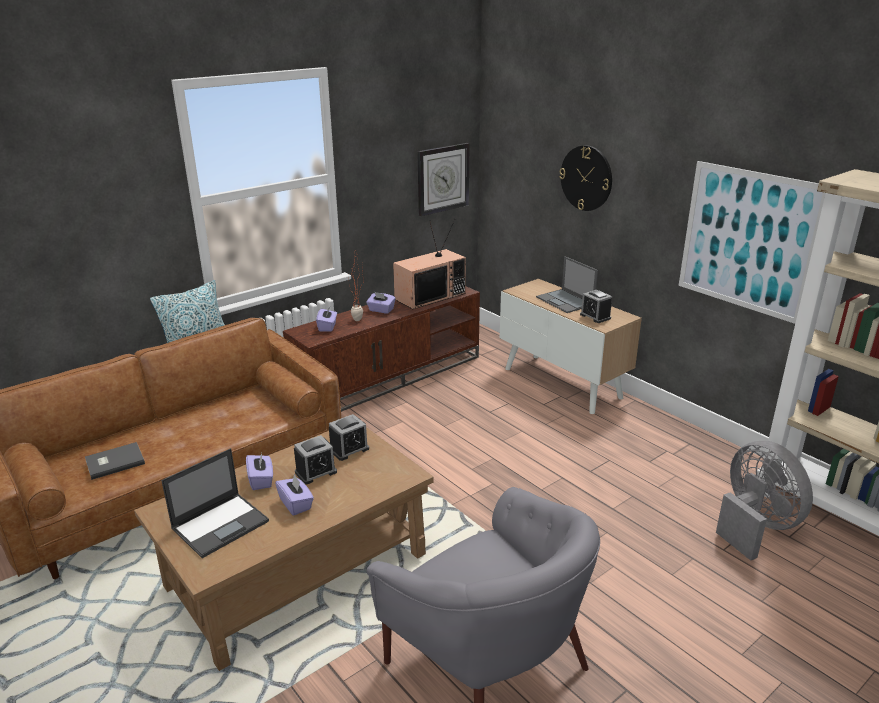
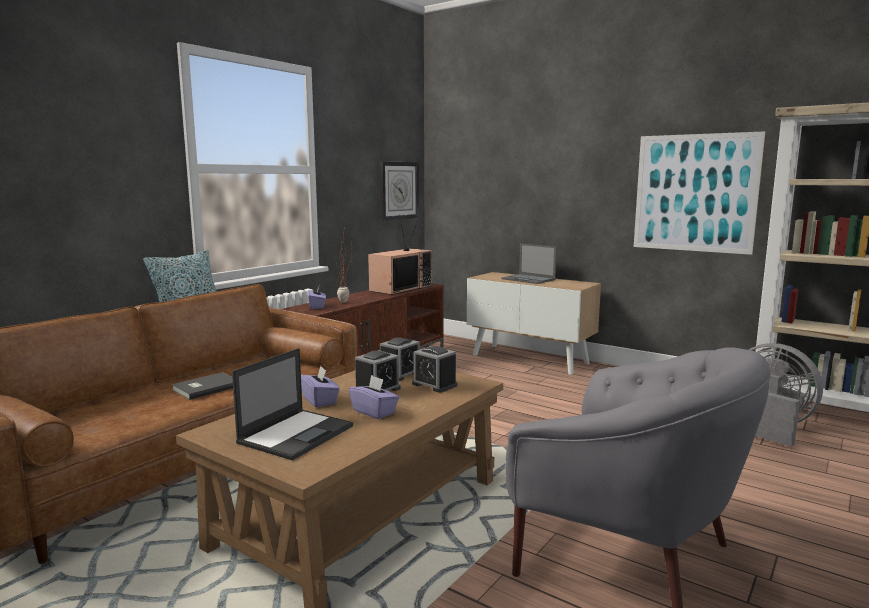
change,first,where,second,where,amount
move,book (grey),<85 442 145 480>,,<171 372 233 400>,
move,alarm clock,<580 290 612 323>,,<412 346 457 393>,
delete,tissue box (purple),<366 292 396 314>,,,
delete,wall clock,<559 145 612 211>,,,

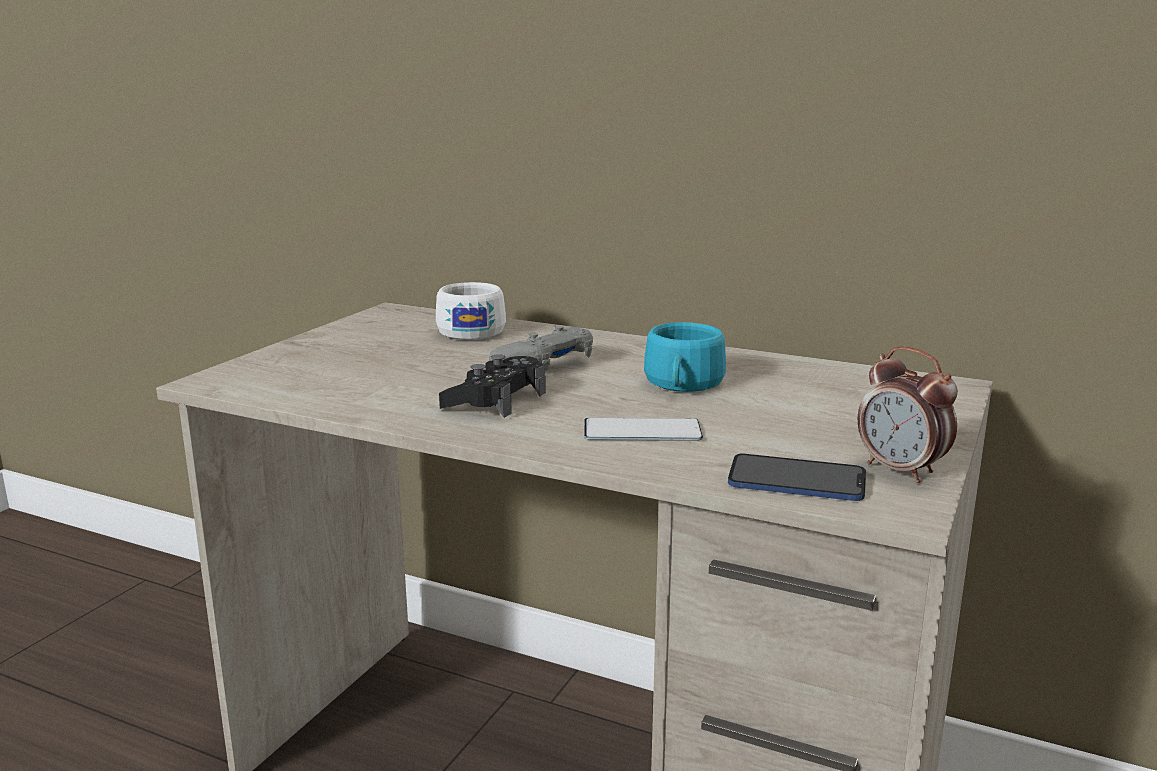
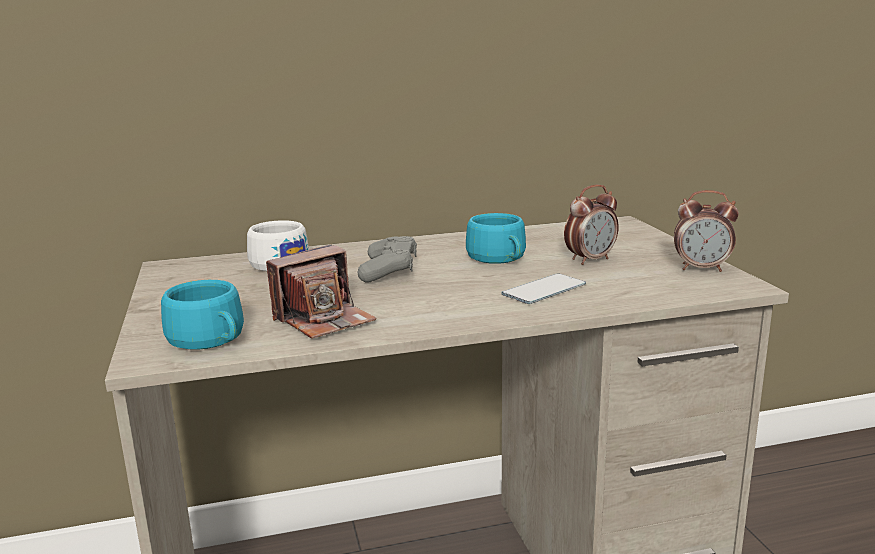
change,first,where,second,where,amount
insert,,,cup (turquoise),<161 280 244 350>,
insert,,,photo camera,<266 244 376 339>,
insert,,,alarm clock,<564 185 619 265>,
delete,game controller (black),<439 354 546 418>,,,
delete,phone,<728 453 866 501>,,,

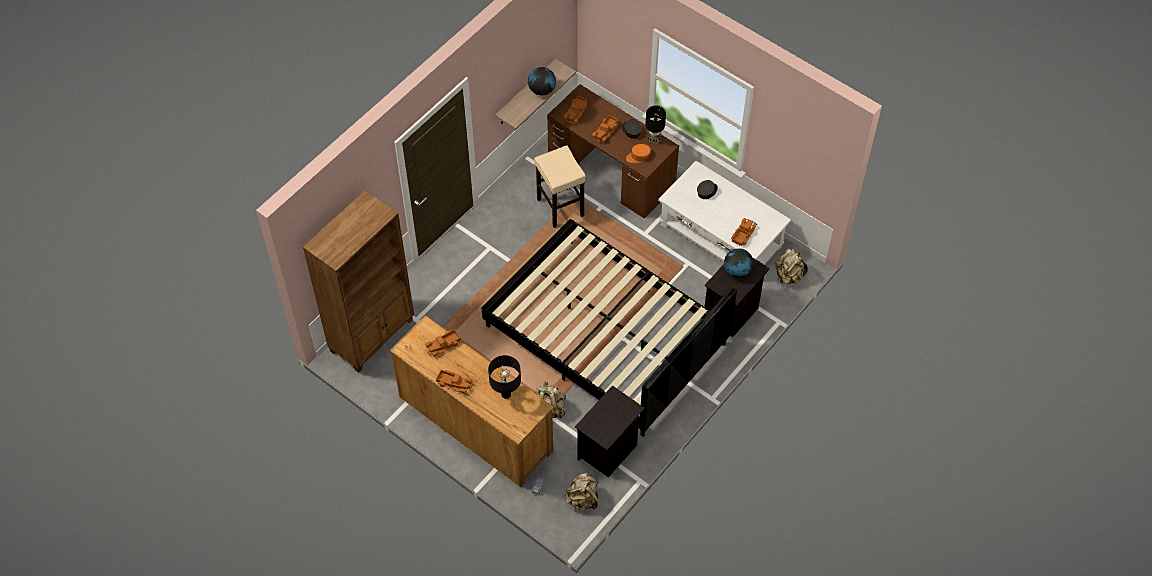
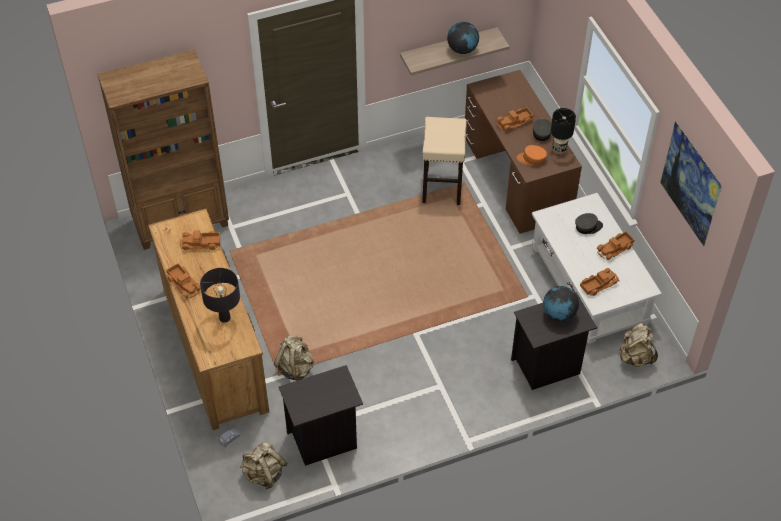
change,first,where,second,where,amount
move,toy truck,<563 96 588 123>,,<597 231 635 260>,
insert,,,picture,<660 121 722 246>,
delete,bed (black),<482 219 737 437>,,,

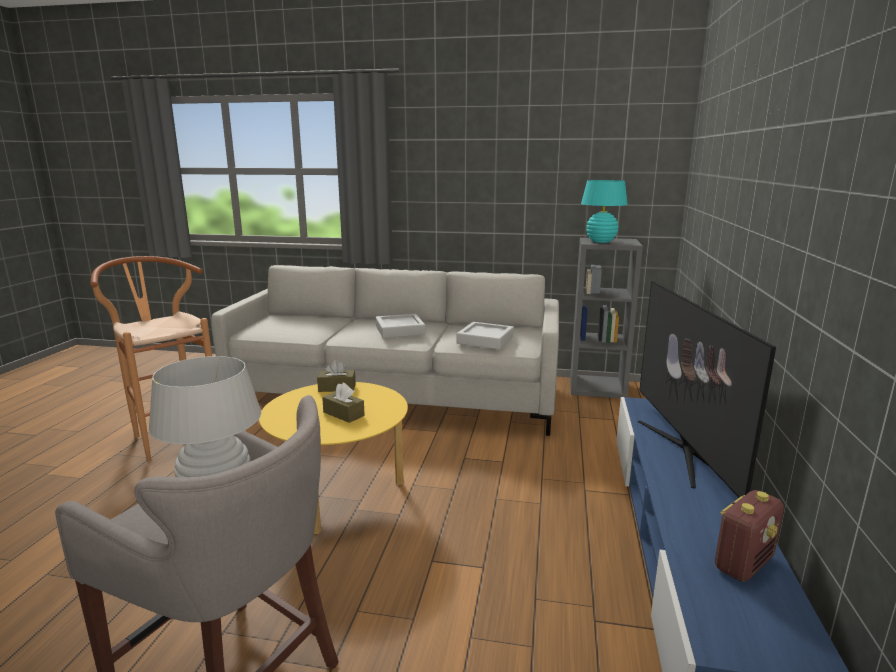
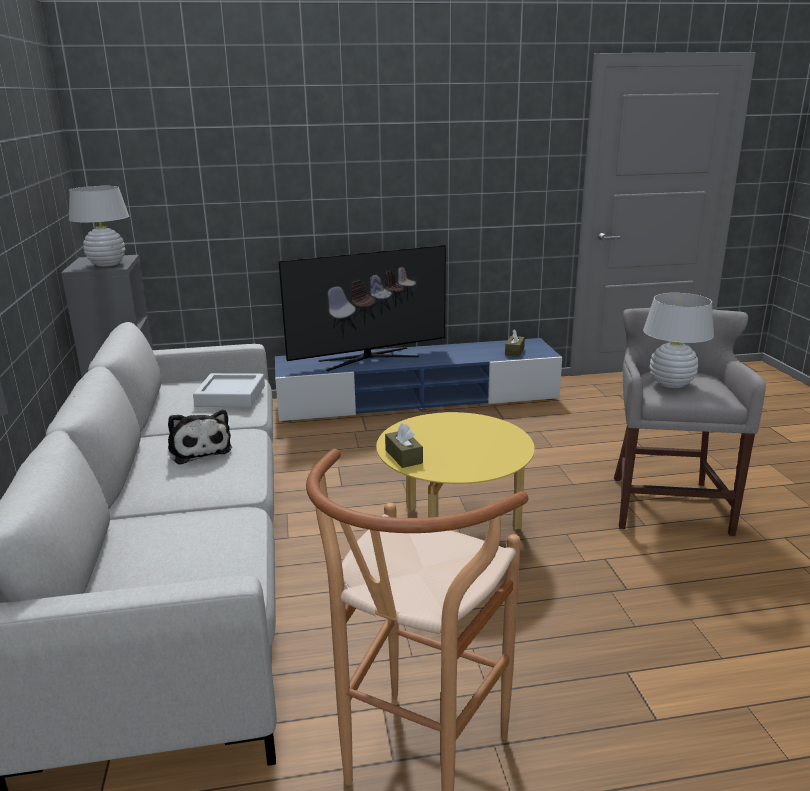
change,first,where,second,where,amount
recolor,table lamp (turquoise),<581 180 628 243>,table lamp (white),<69 186 129 267>,
replace,tray (grey),<376 314 425 338>,plush toy,<168 410 232 465>,
move,tissue box (brown),<322 383 365 423>,,<505 329 525 357>,
delete,radio,<715 490 784 582>,,,

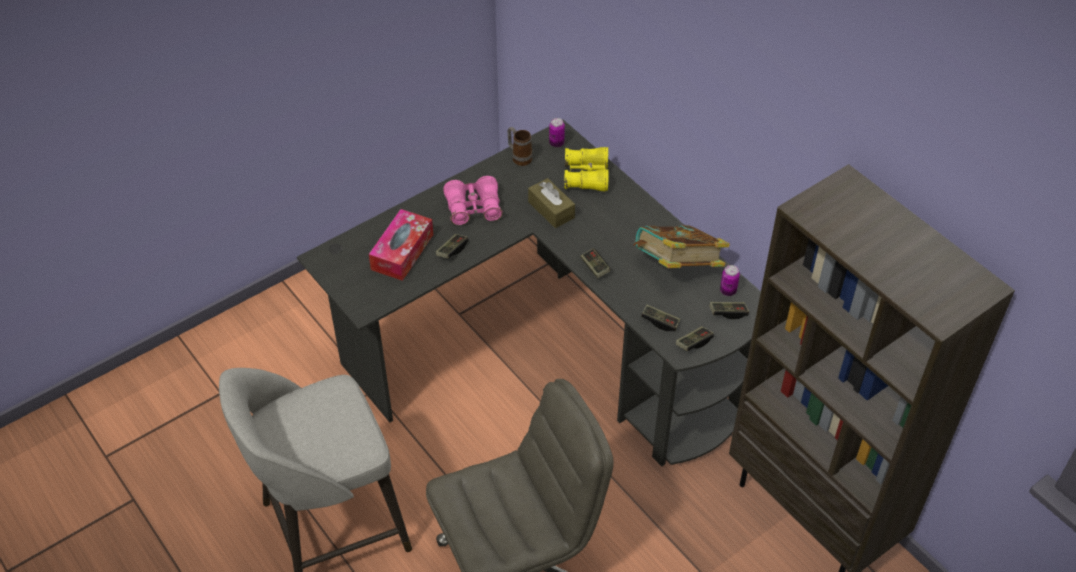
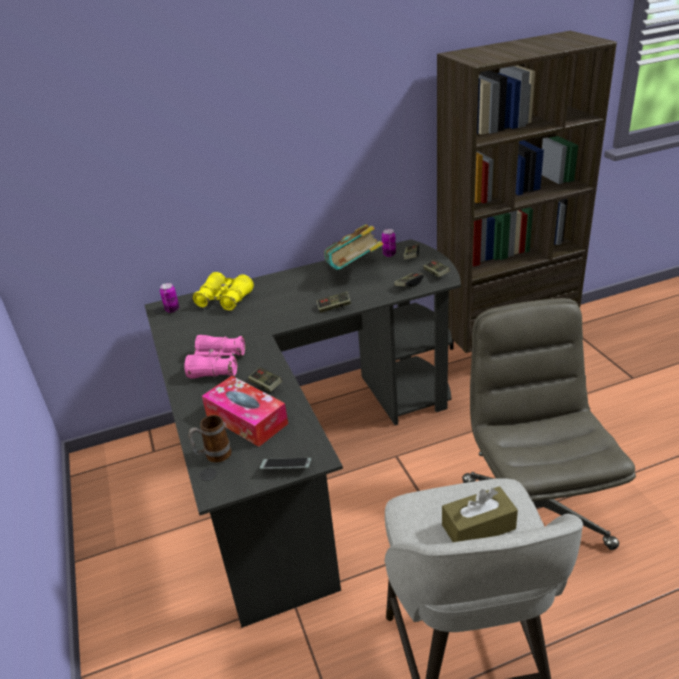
change,first,where,second,where,amount
move,mug,<507 127 532 166>,,<188 415 232 463>,
insert,,,phone,<259 458 311 469>,
move,tissue box (brown),<528 178 575 228>,,<442 486 518 542>,

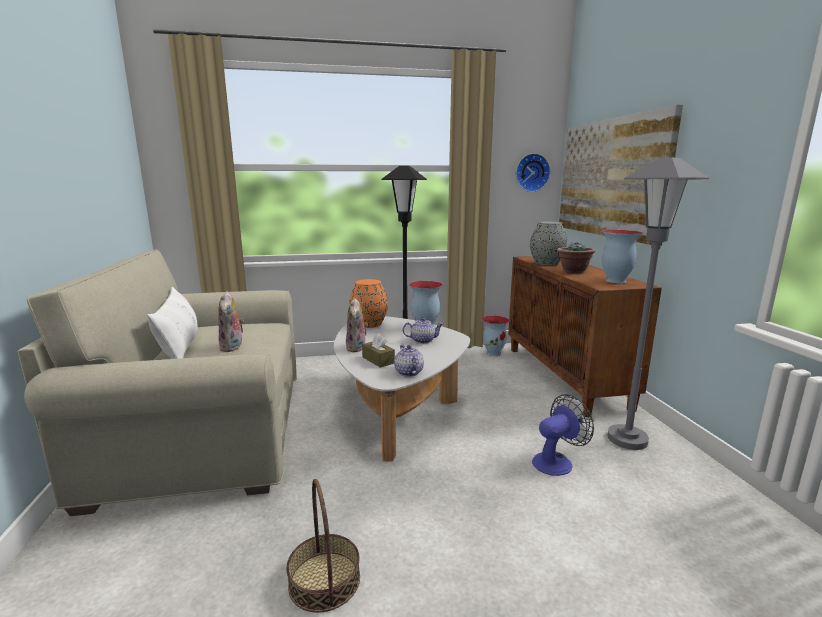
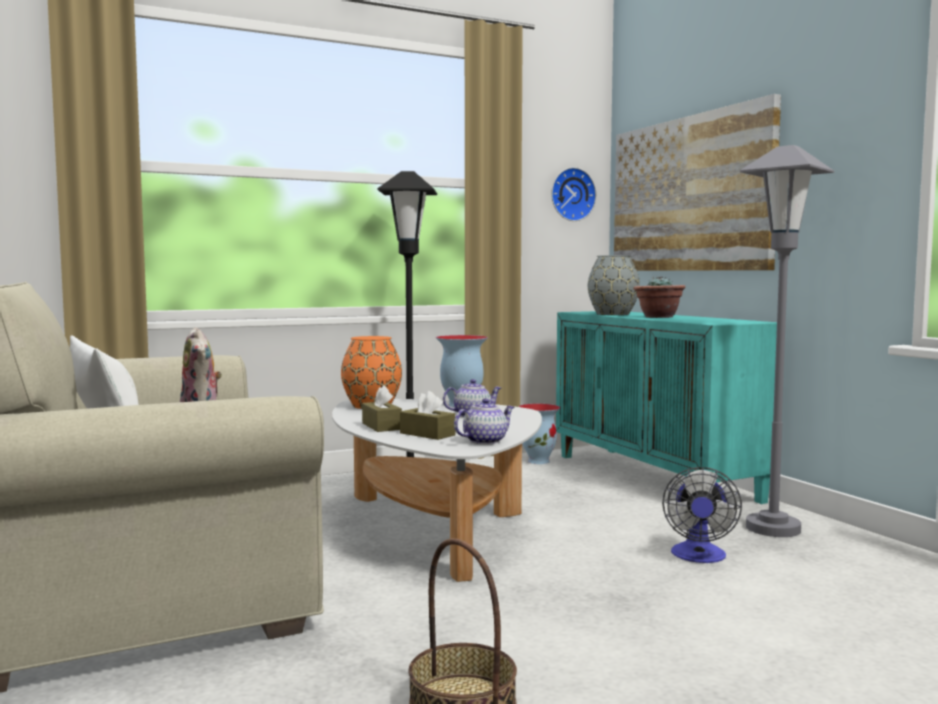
change,first,where,second,where,amount
replace,plush toy,<346 298 368 352>,tissue box (brown),<362 385 402 432>,
rotate,teapot,<394 345 424 377>,,<454 398 515 444>,90 degrees clockwise
recolor,cabinet (brown),<508 256 662 417>,cabinet (turquoise),<556 311 777 504>,
rotate,fan,<532 394 594 476>,,<662 467 742 563>,150 degrees clockwise
delete,vase,<602 230 643 283>,,,

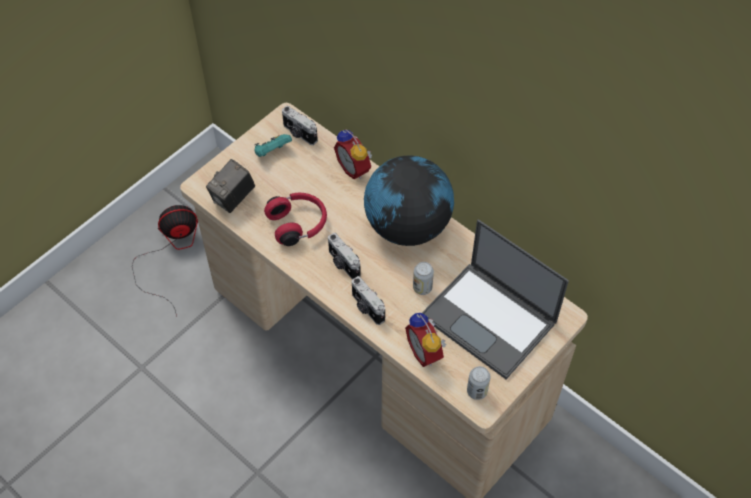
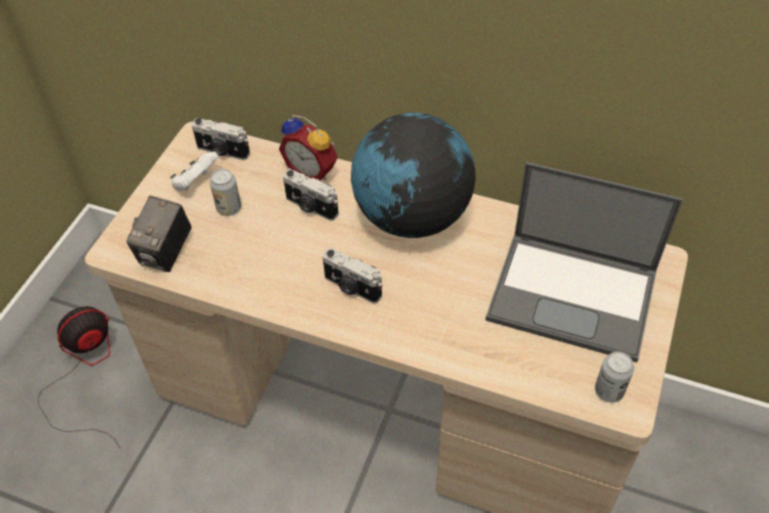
change,first,where,second,where,amount
recolor,game controller (turquoise),<255 134 292 157>,game controller (white),<170 151 219 191>,
move,can,<413 262 434 295>,,<210 169 241 216>,
move,photo camera,<352 276 385 325>,,<283 169 339 221>,
delete,headphones (red),<264 193 327 246>,,,
delete,alarm clock,<405 313 446 367>,,,

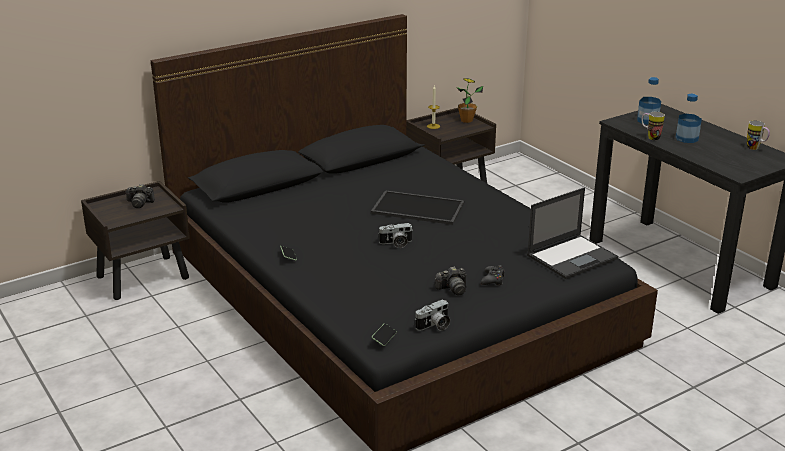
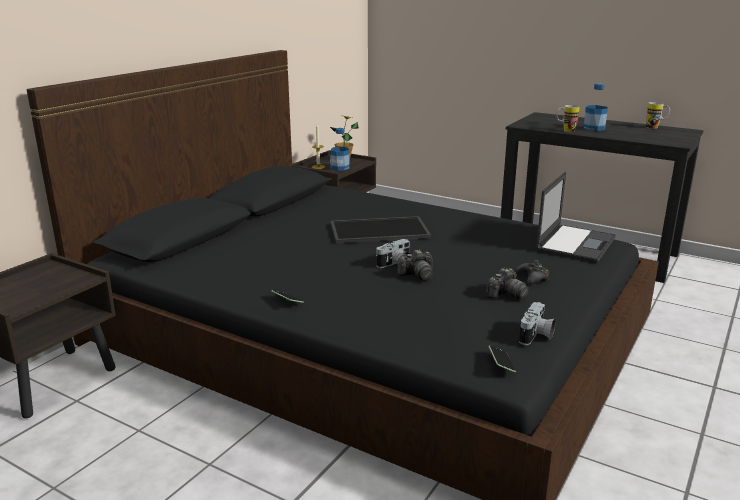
change,first,where,second,where,amount
move,bottle,<637 77 661 124>,,<330 128 349 171>,
move,photo camera,<125 184 155 208>,,<397 250 434 281>,

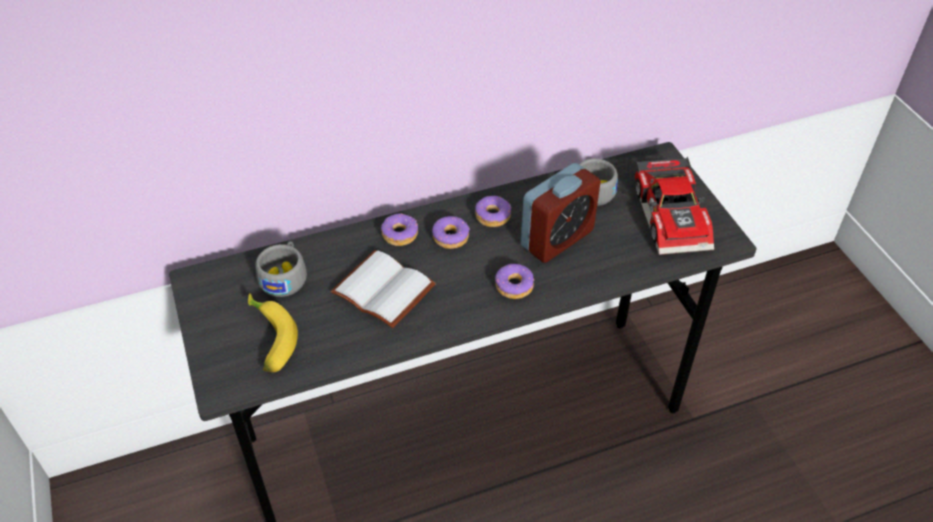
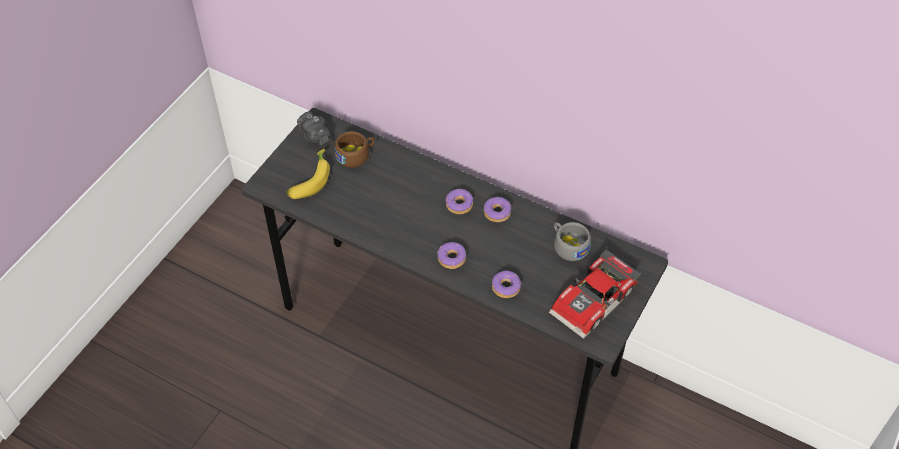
change,first,where,second,where,amount
insert,,,photo camera,<297 111 331 146>,
recolor,cup (grey),<255 241 307 297>,cup (brown),<335 131 375 168>,
move,donut,<381 214 418 246>,,<492 270 521 298>,
delete,book (white),<331 250 436 328>,,,
delete,alarm clock,<521 163 601 263>,,,

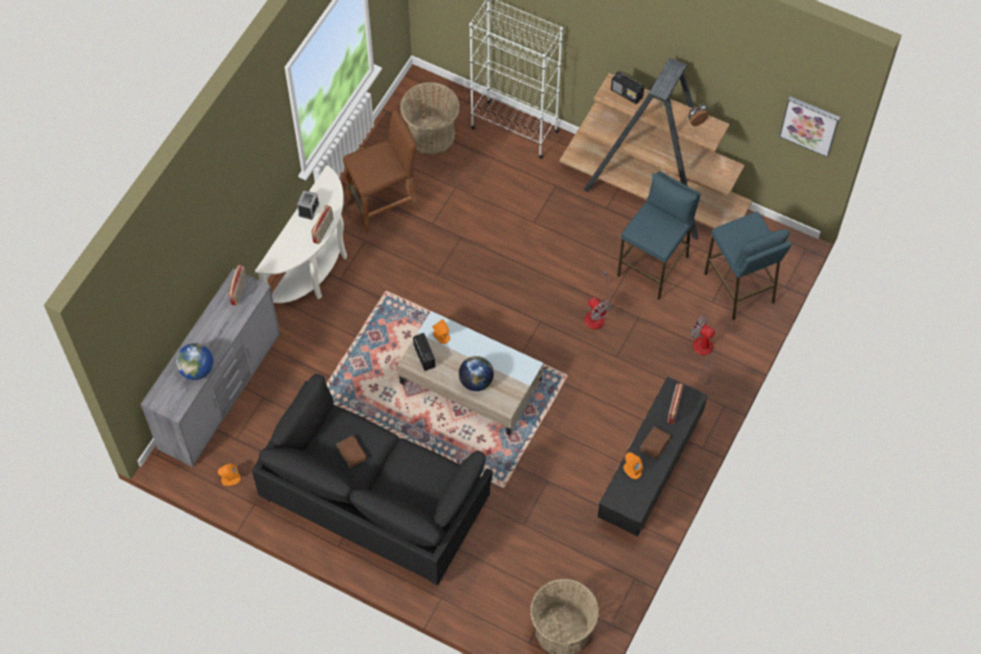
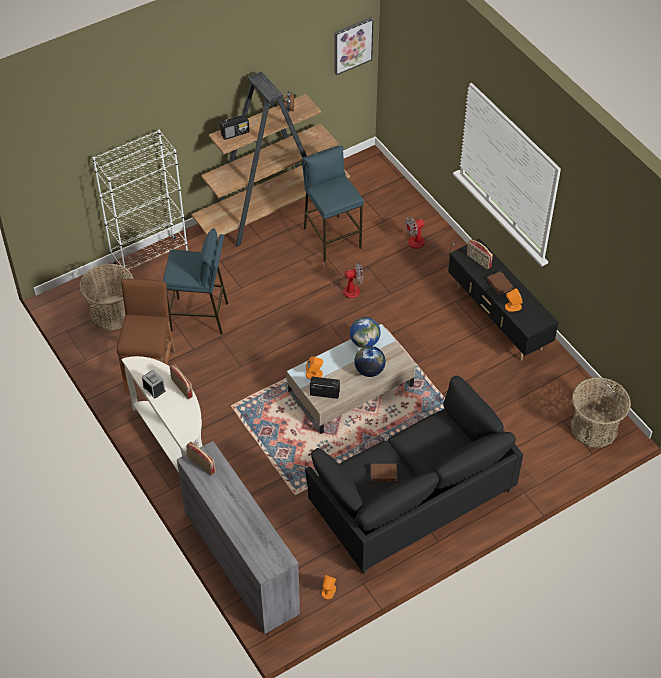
change,first,where,second,where,amount
move,stool (blue),<704 212 792 320>,,<163 228 228 334>,
move,globe,<176 343 213 380>,,<350 317 381 348>,

